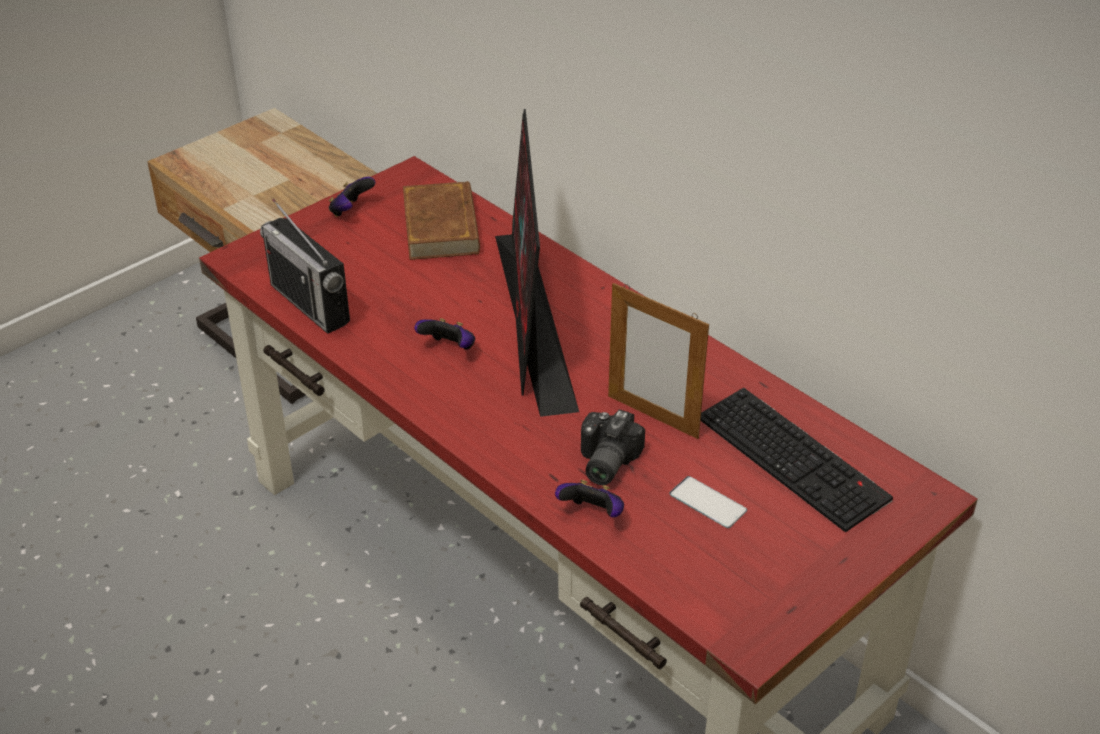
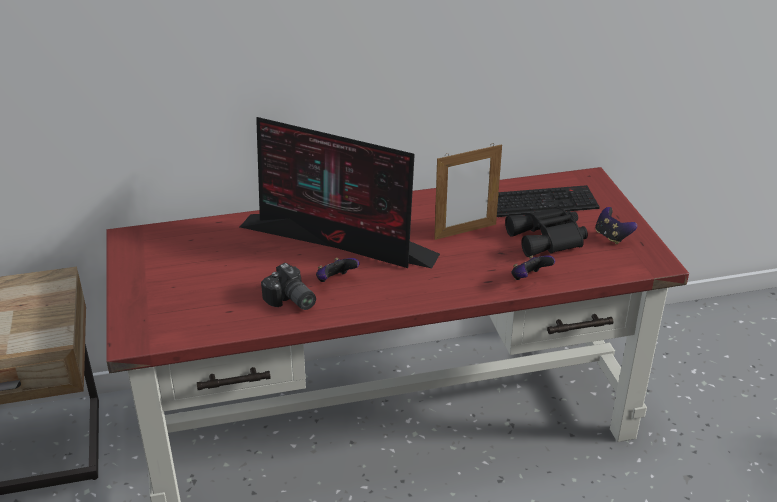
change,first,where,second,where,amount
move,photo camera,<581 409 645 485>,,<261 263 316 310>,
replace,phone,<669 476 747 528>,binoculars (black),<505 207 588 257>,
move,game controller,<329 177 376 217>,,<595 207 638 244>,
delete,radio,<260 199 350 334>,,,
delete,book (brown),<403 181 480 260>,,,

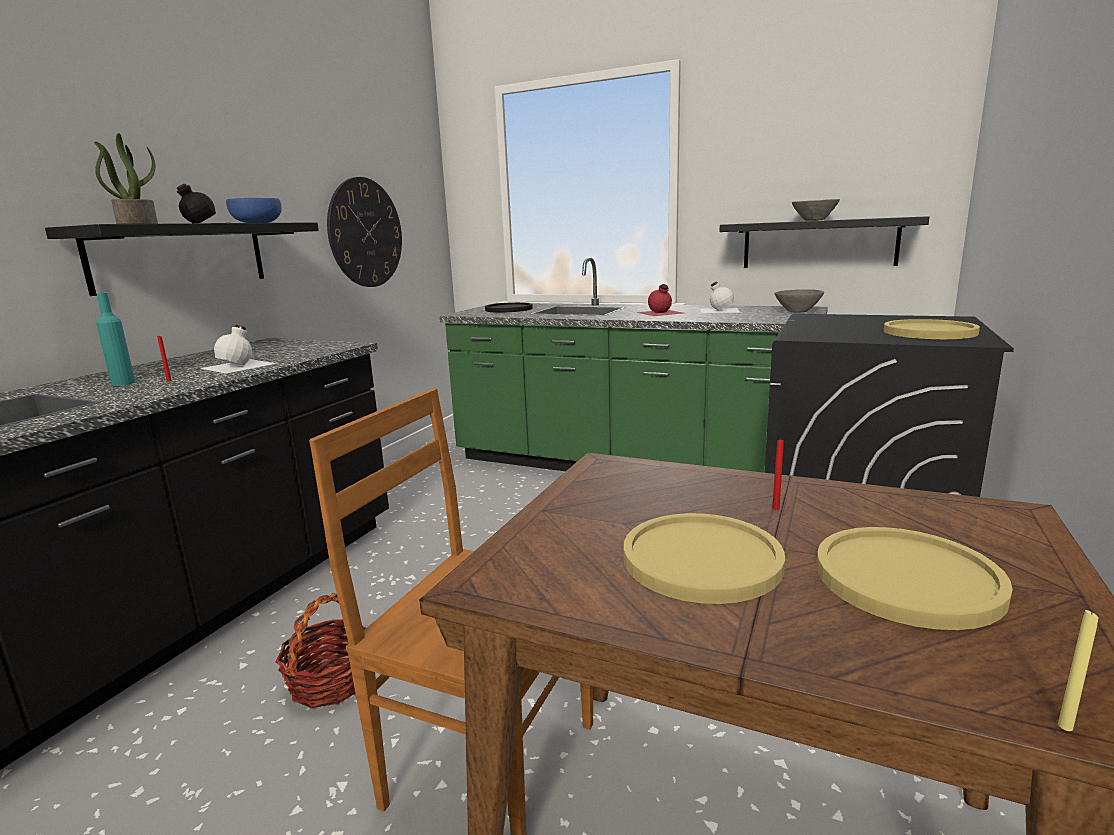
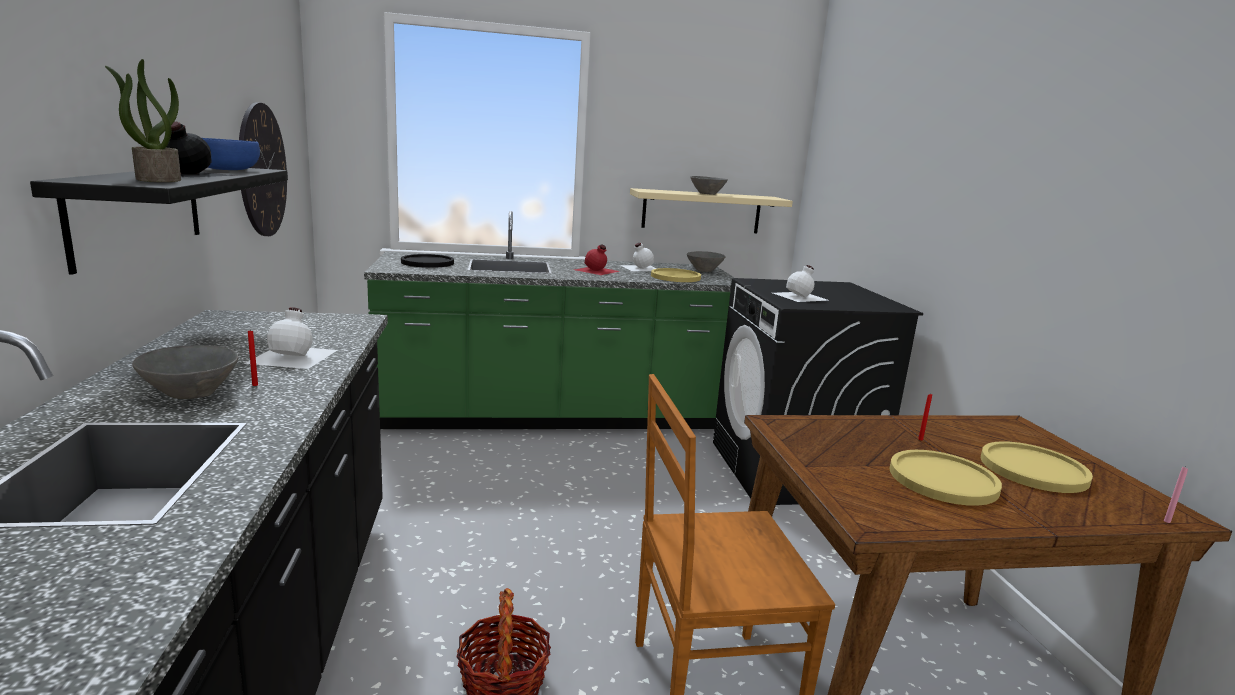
change,first,where,second,where,amount
replace,bottle (turquoise),<96 293 135 386>,bowl (grey),<132 345 238 399>,
recolor,shelf (black),<719 216 929 268>,shelf (beige),<630 188 793 233>,
move,plate (yellow),<884 319 980 339>,,<651 268 701 282>,
insert,,,bottle (white),<773 265 829 302>,
recolor,candle (yellow),<1058 610 1099 731>,candle (pink),<1164 466 1188 523>,

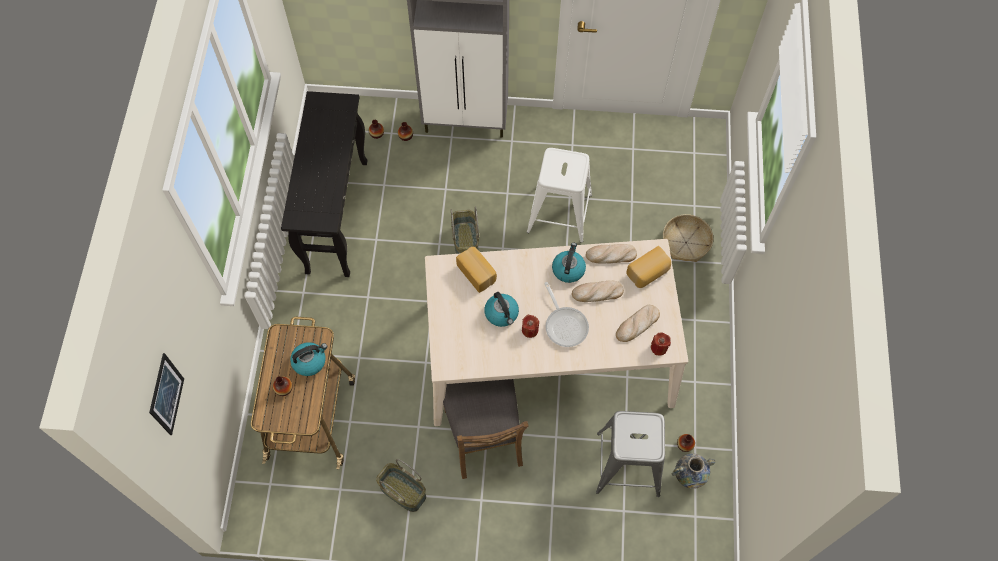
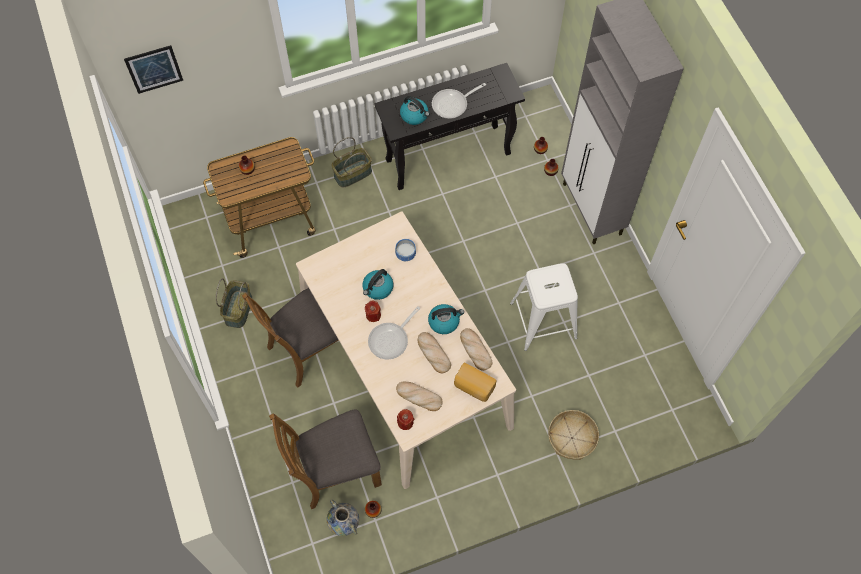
change,first,where,second,where,amount
replace,stool (grey),<596 411 665 497>,chair (brown),<269 410 382 509>,
move,basket,<451 206 479 254>,,<331 137 372 187>,
replace,bread,<456 247 497 293>,bowl,<395 239 416 261>,
move,kettle,<290 342 327 376>,,<400 96 430 125>,
insert,,,frying pan,<432 83 486 119>,

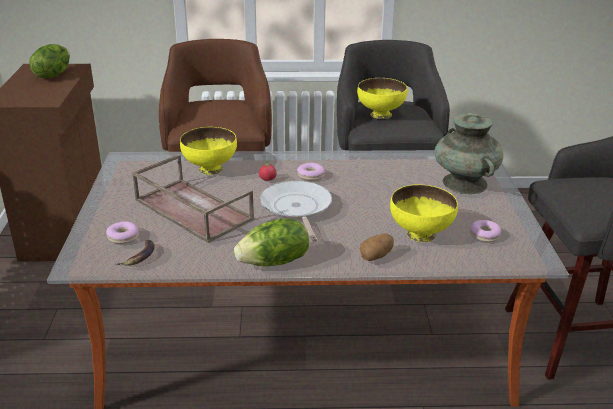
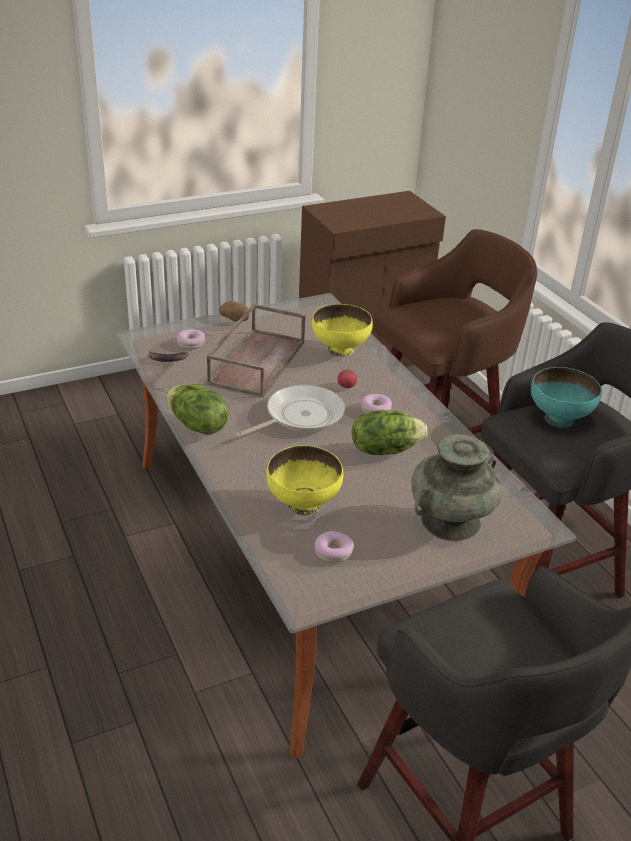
change,first,where,second,where,amount
move,potato,<360 233 394 261>,,<219 301 250 321>,
move,lettuce,<29 44 70 78>,,<352 410 428 455>,
recolor,bowl (yellow),<357 78 407 119>,bowl (turquoise),<531 367 601 428>,

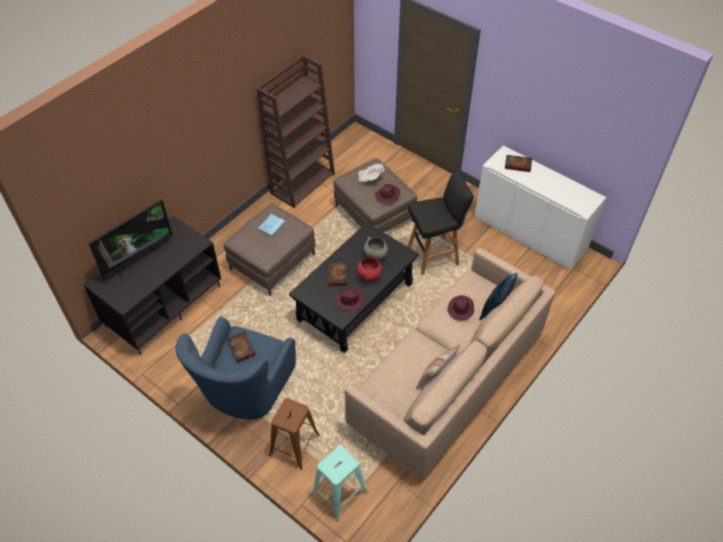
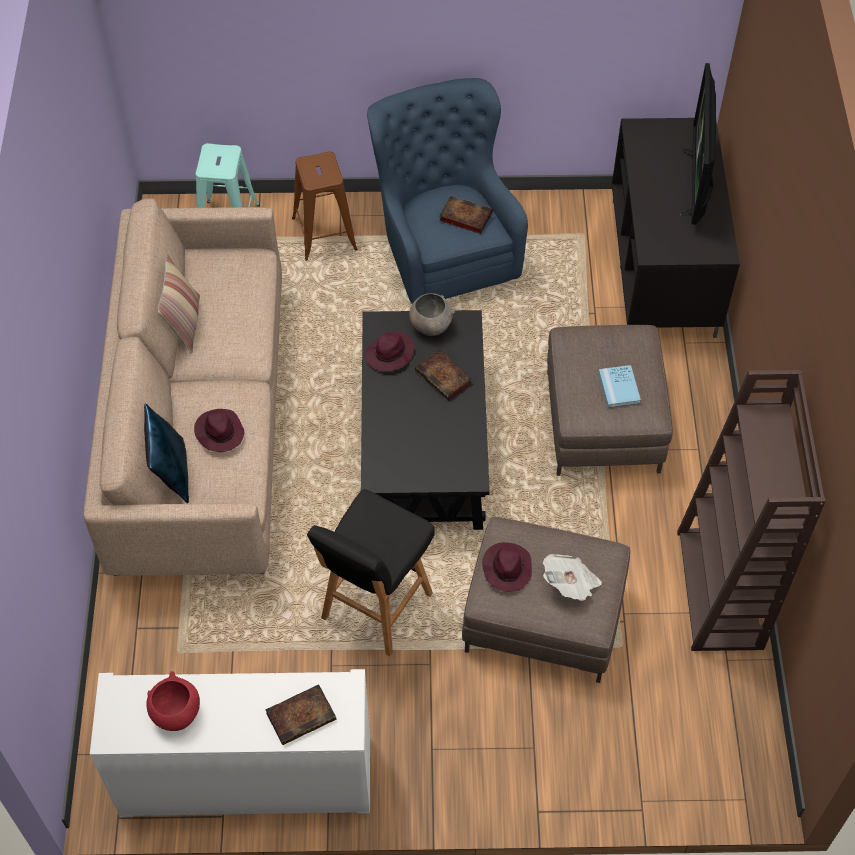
change,first,where,second,where,amount
move,bowl (red),<357 257 382 281>,,<146 671 200 731>,
move,bowl (grey),<364 237 388 260>,,<409 293 455 336>,

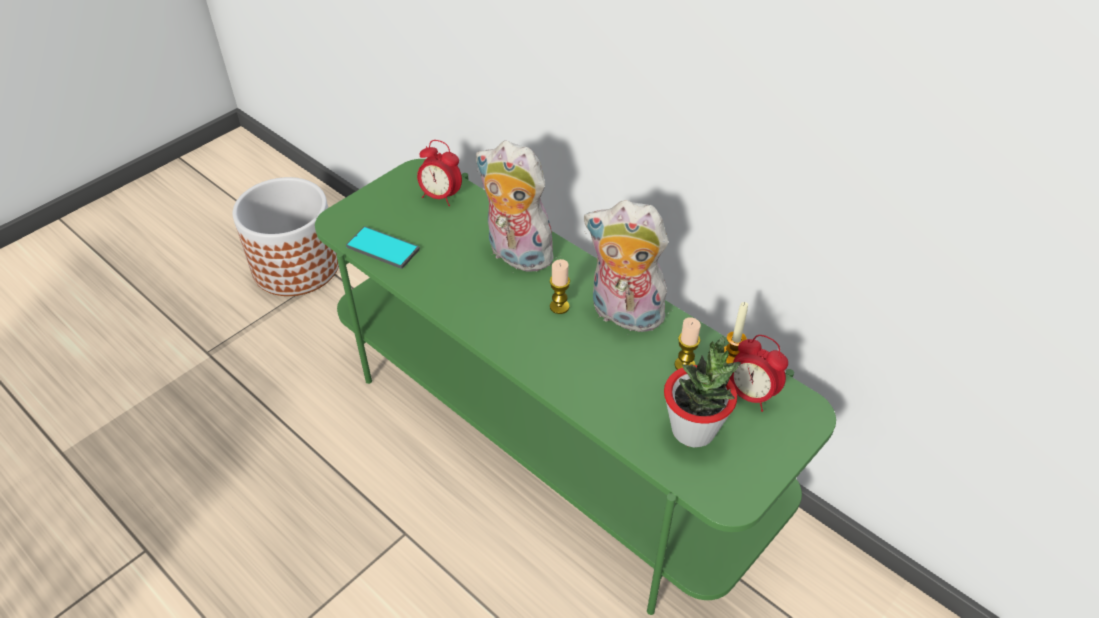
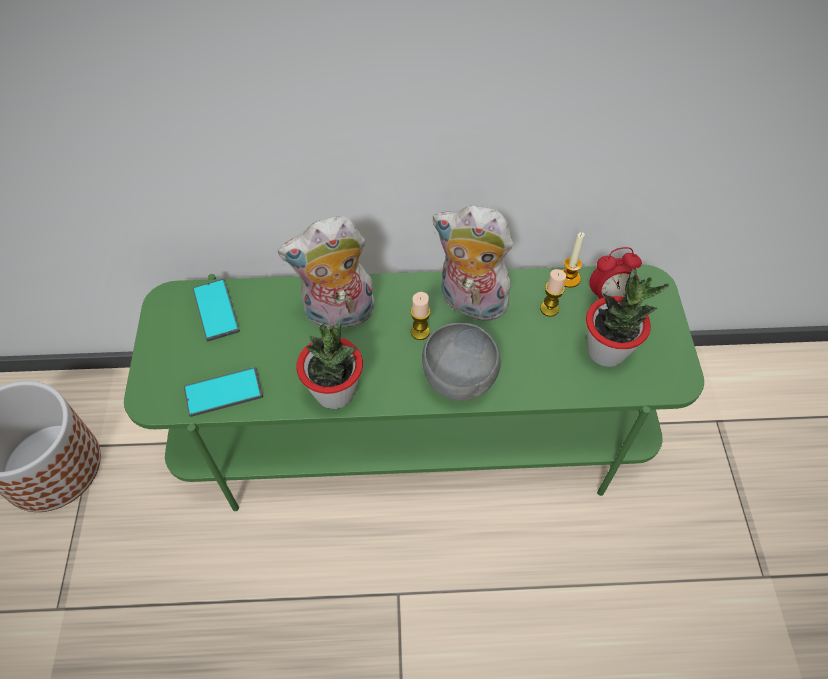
change,first,where,second,where,amount
replace,alarm clock,<417 140 462 206>,phone,<193 279 240 341>,
insert,,,potted plant,<296 321 363 409>,
insert,,,bowl (grey),<422 323 500 401>,
rotate,plush toy,<584 200 669 332>,,<433 205 516 321>,45 degrees clockwise

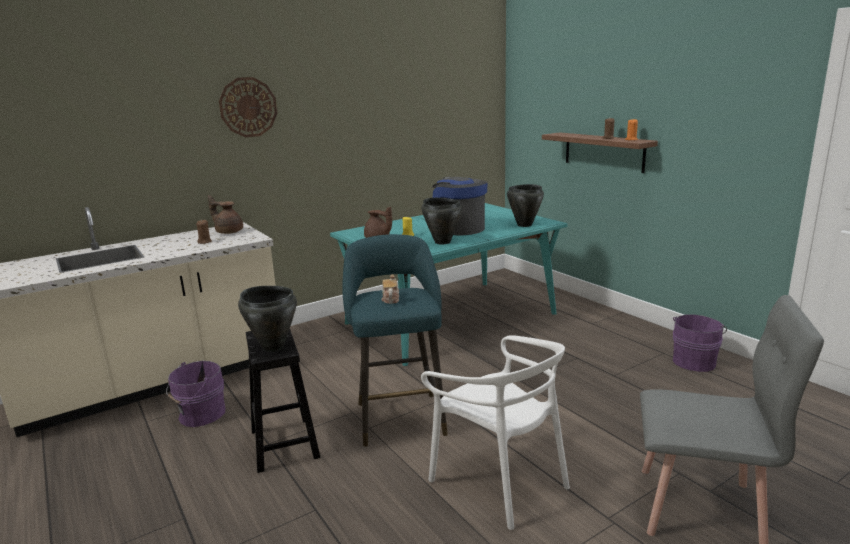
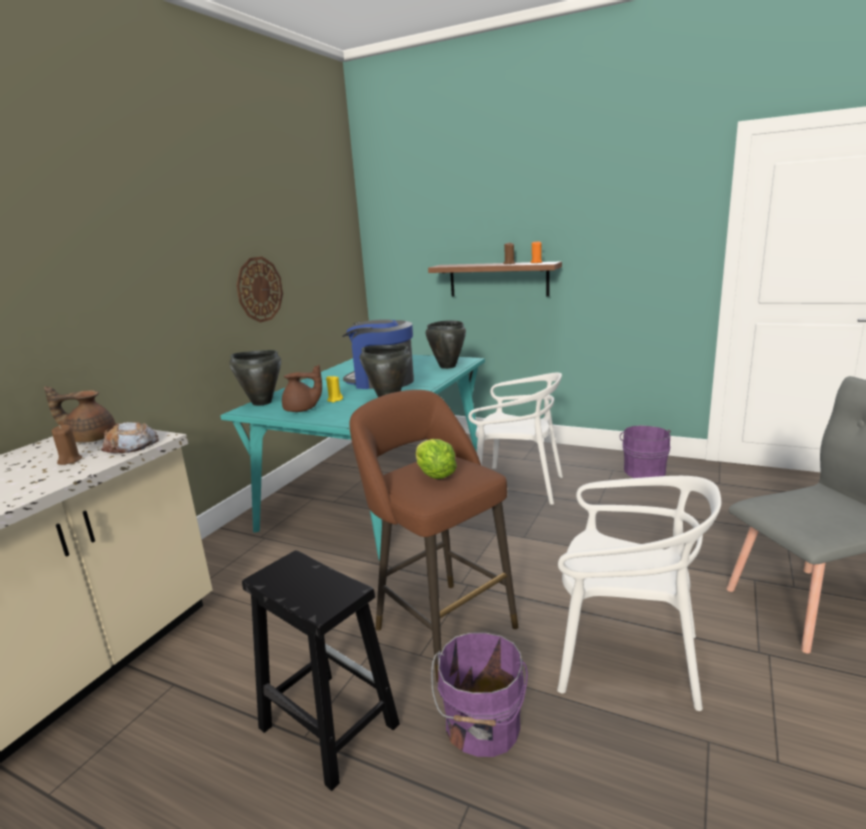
change,first,where,second,where,amount
insert,,,bread,<101 422 159 453>,
move,cooking pot (black),<238 286 297 352>,,<229 350 281 406>,
move,wall clock,<219 77 277 137>,,<237 256 283 323>,
recolor,stool (turquoise),<342 234 448 447>,stool (brown),<349 390 518 682>,
replace,teapot,<382 274 399 304>,lettuce,<415 439 457 479>,
move,bucket (purple),<166 361 225 427>,,<431 632 528 757>,
insert,,,chair (white),<468 373 563 505>,

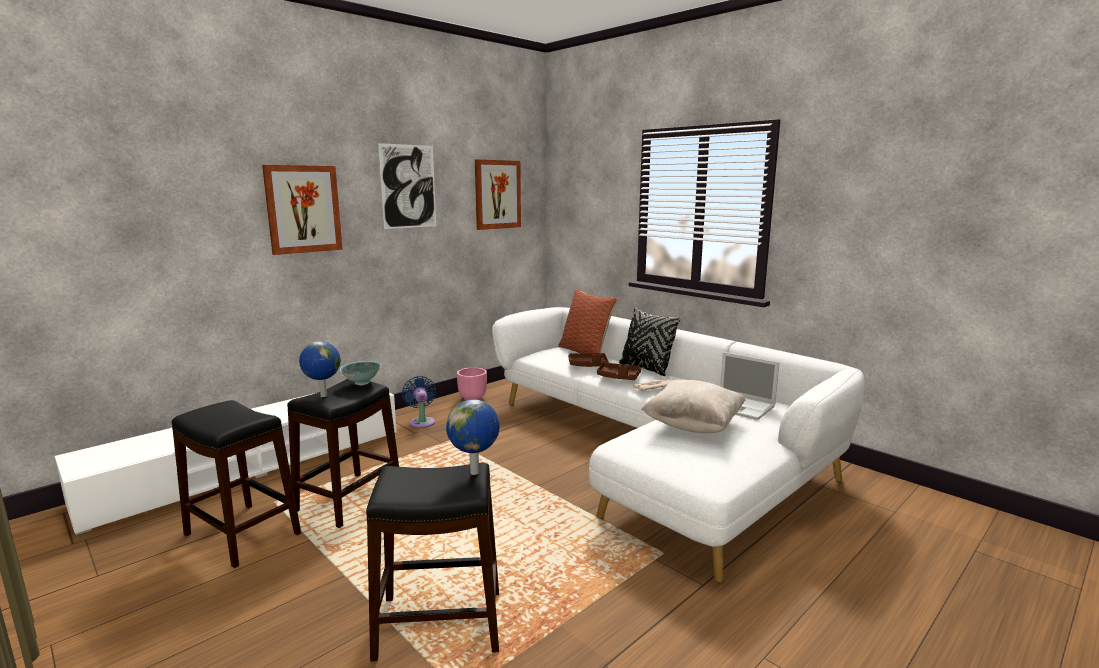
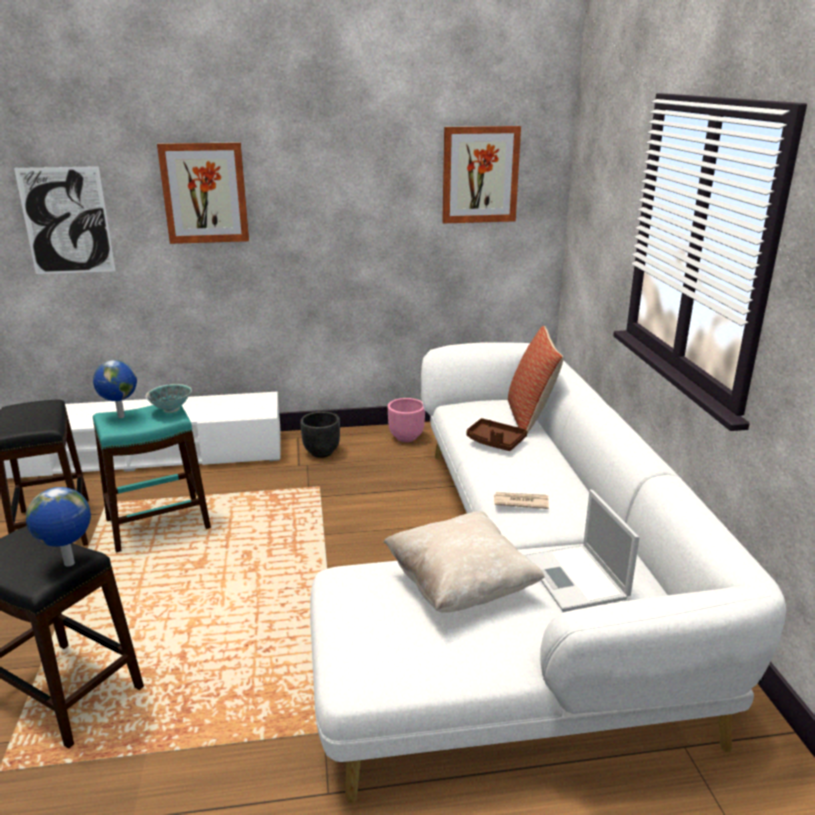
change,first,where,second,where,amount
move,picture,<378 143 436 229>,,<14 166 116 274>,
recolor,stool (black),<287 379 399 528>,stool (turquoise),<93 405 211 553>,
replace,fan (blue),<402 376 436 428>,planter (black),<300 411 340 458>,
delete,tray (brown),<597 363 641 380>,,,
delete,pillow (black),<619 308 681 376>,,,

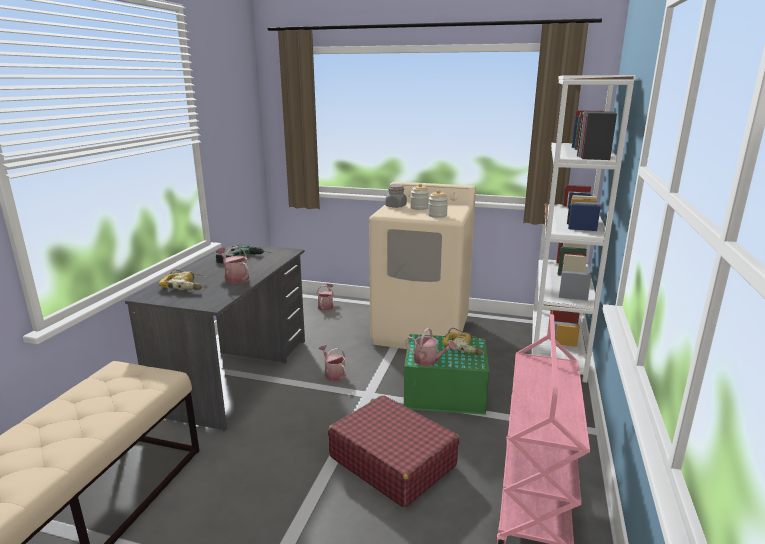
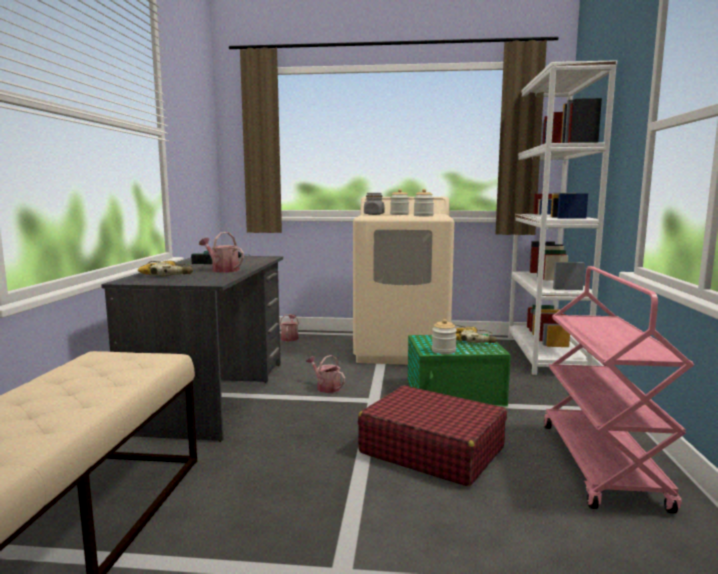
change,first,where,second,where,amount
replace,watering can,<405 328 457 366>,jar,<432 319 457 354>,

